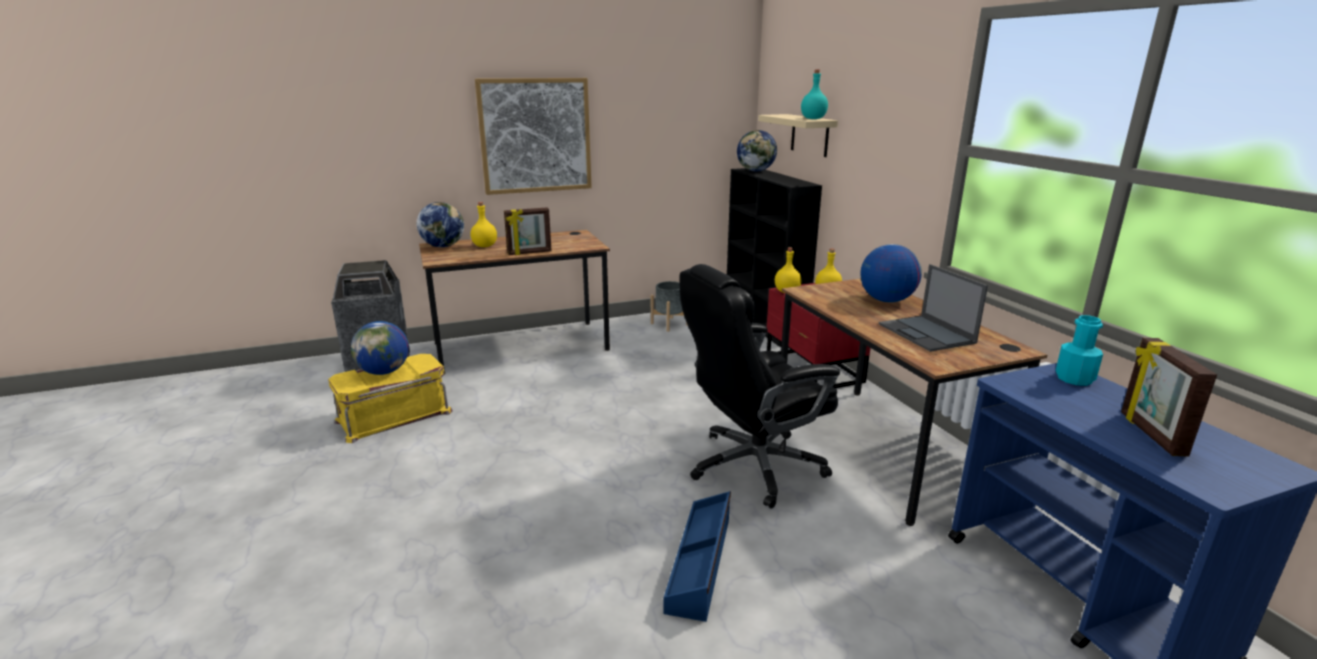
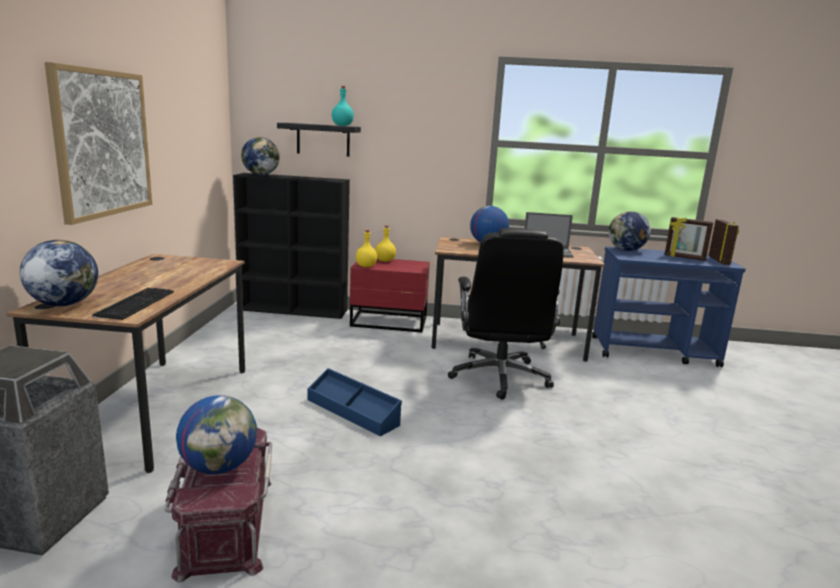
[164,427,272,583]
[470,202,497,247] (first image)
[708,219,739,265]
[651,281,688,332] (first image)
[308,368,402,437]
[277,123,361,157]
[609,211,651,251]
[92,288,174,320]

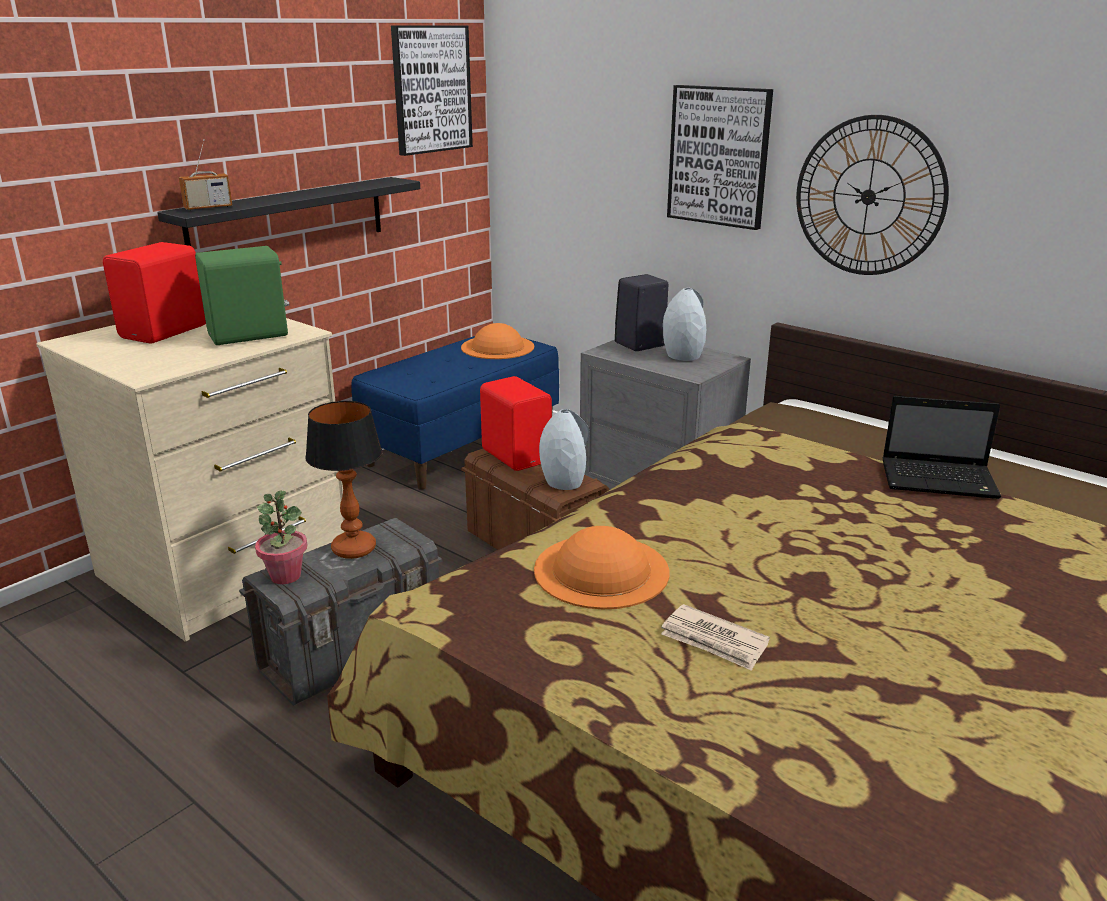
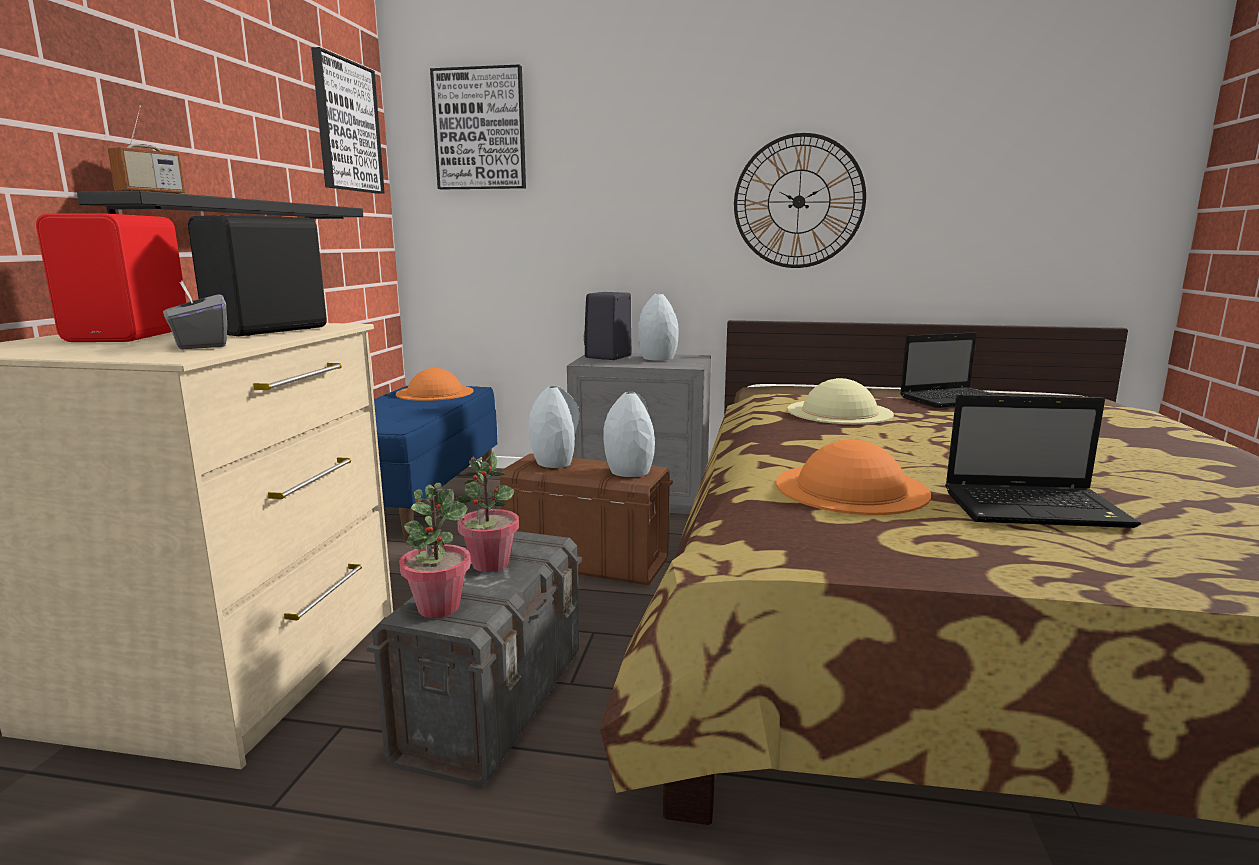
[188,215,327,336]
[456,451,519,572]
[528,386,580,468]
[945,395,1141,528]
[430,64,526,189]
[163,281,227,349]
[787,378,894,424]

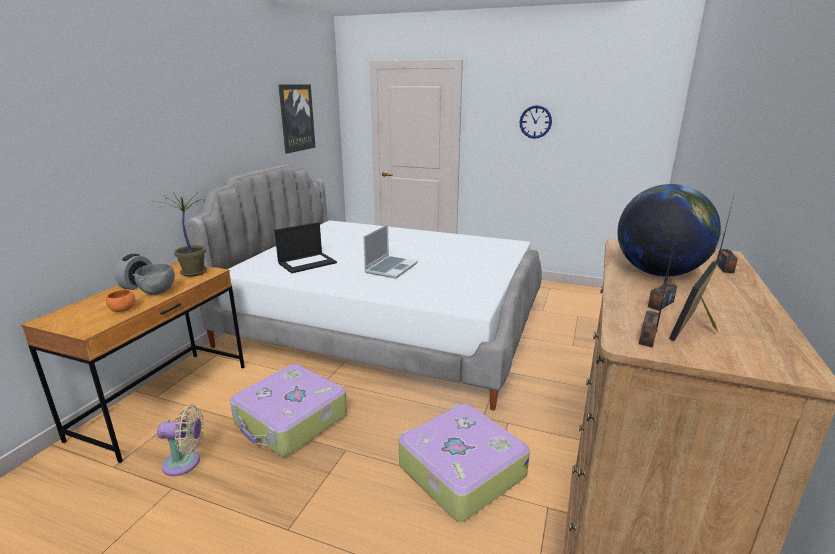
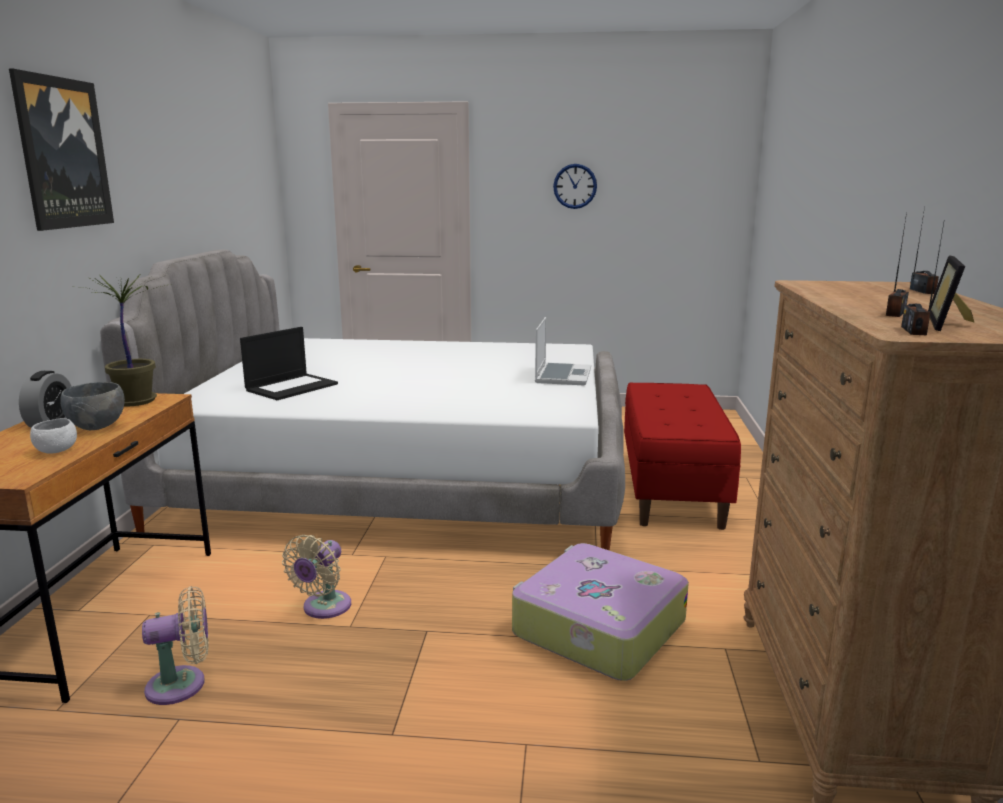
[30,418,77,454]
[282,535,351,619]
[9,69,114,231]
[535,317,591,386]
[617,184,721,277] (first image)
[624,382,741,530]

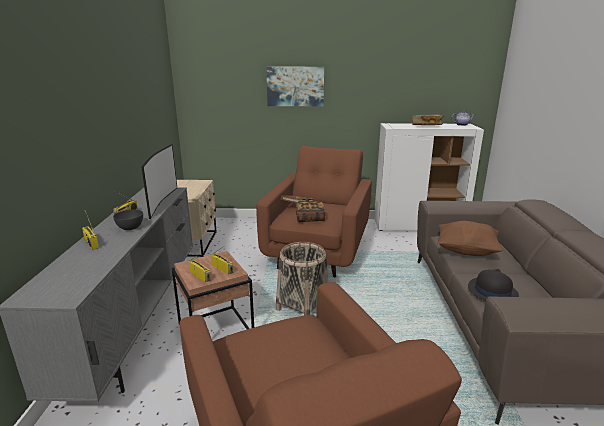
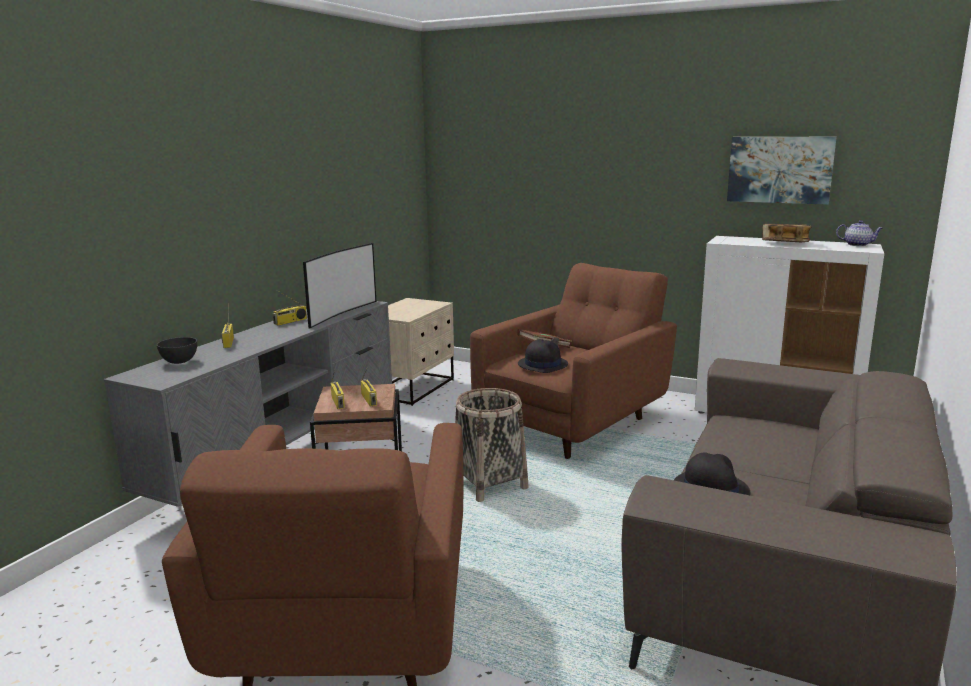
[157,337,197,364]
[727,137,837,205]
[518,339,568,373]
[438,221,503,256] (first image)

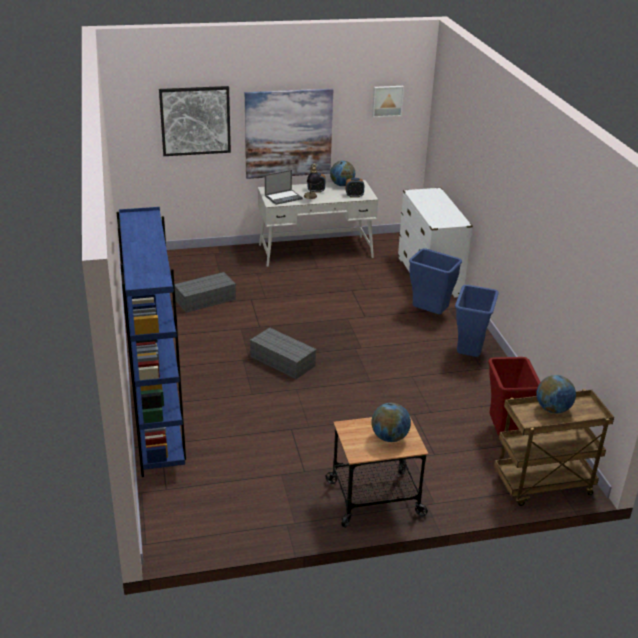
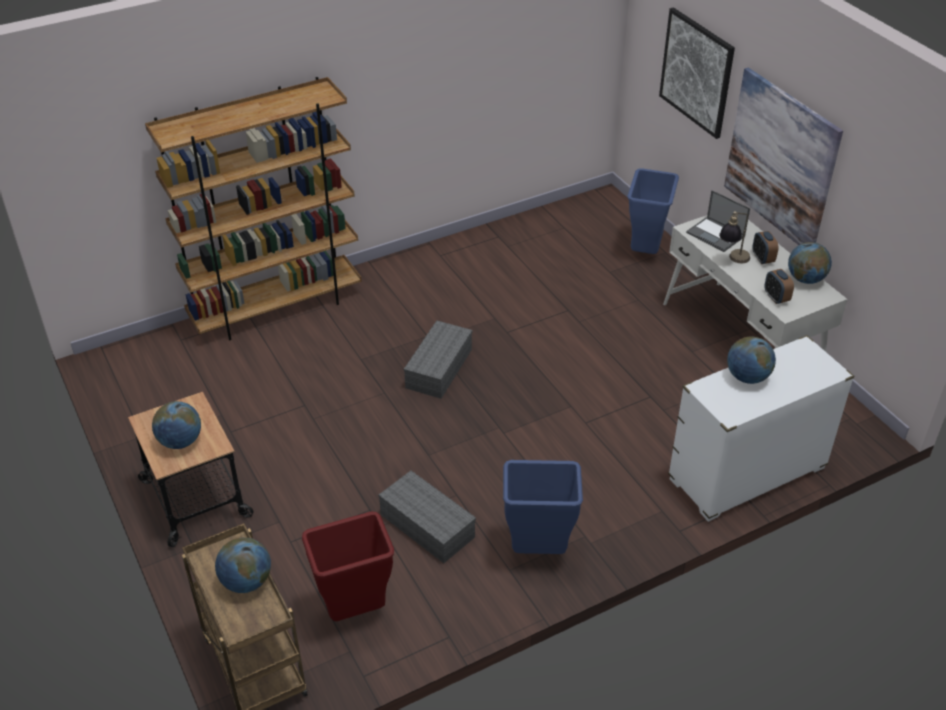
[145,77,362,340]
[378,471,476,563]
[372,86,404,117] (first image)
[627,168,679,254]
[727,336,776,384]

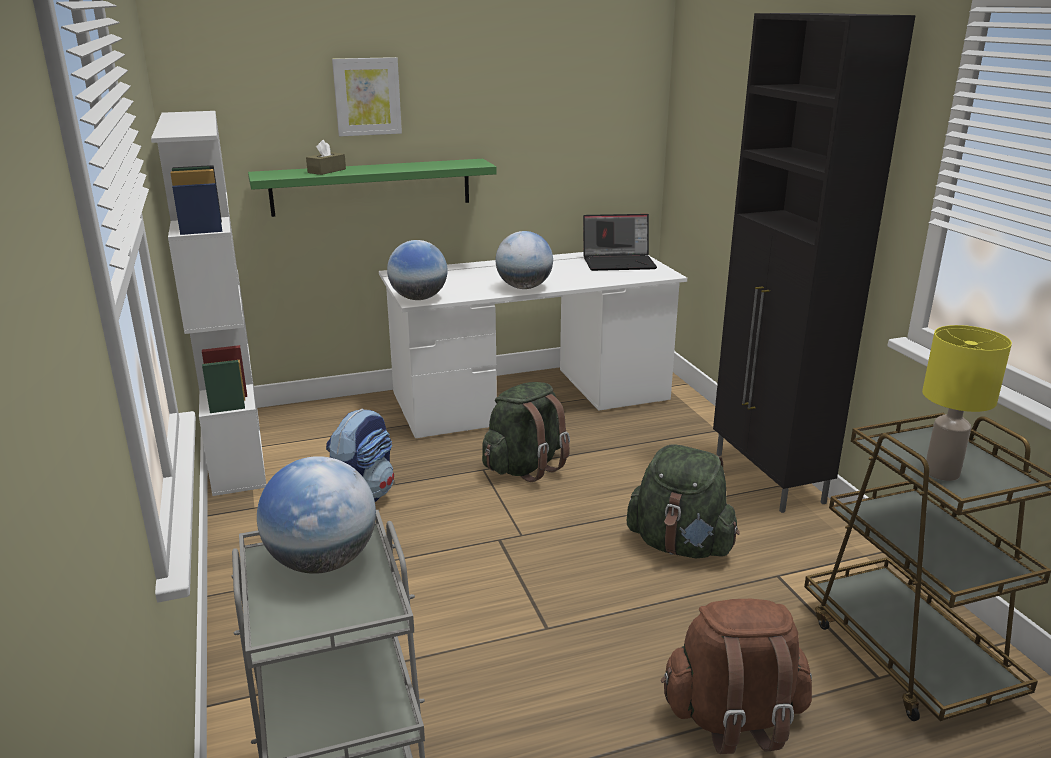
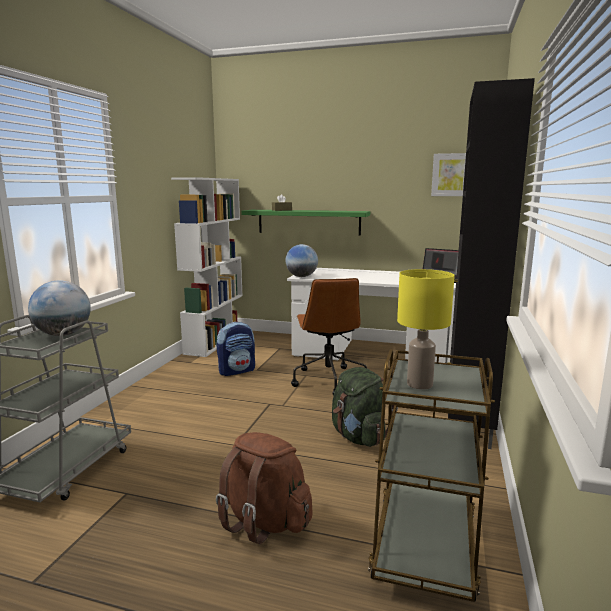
[431,153,466,196]
[291,278,367,396]
[496,231,553,289] (first image)

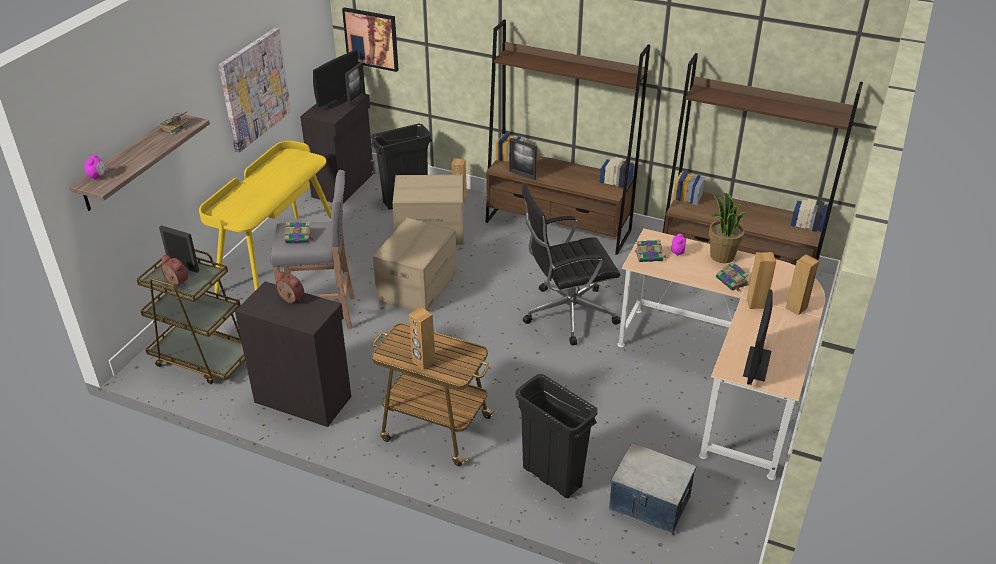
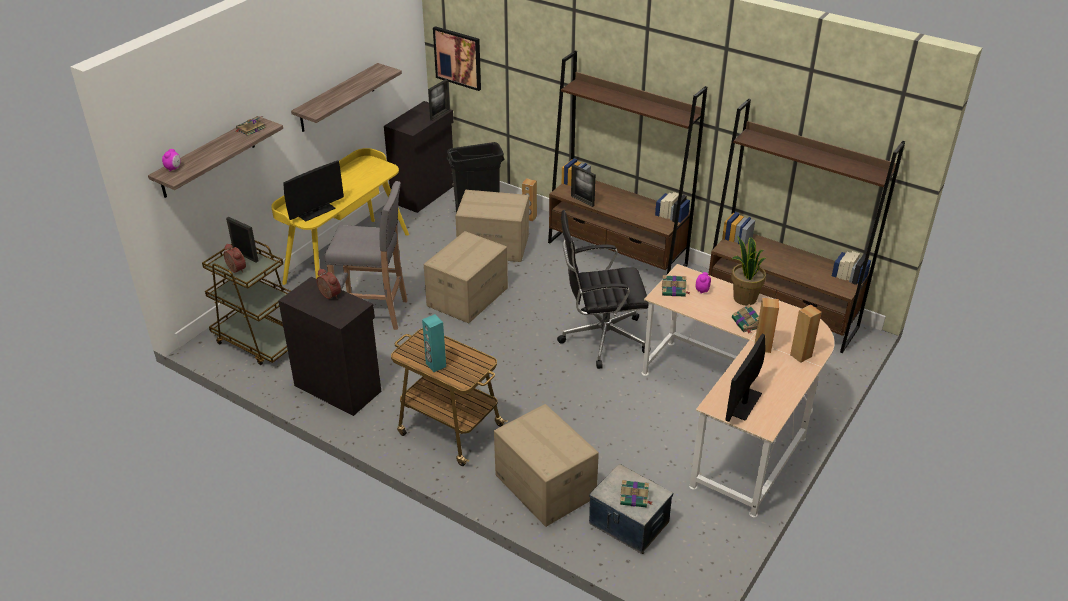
[291,63,402,132]
[620,480,653,508]
[283,160,344,222]
[422,314,446,372]
[494,404,599,527]

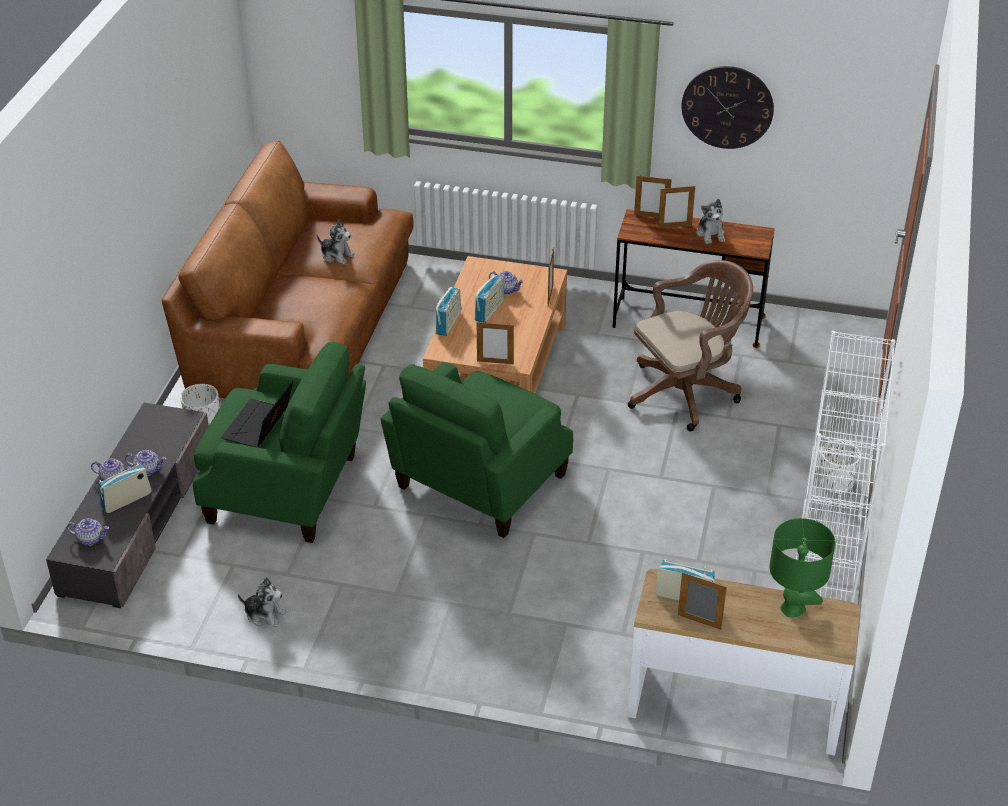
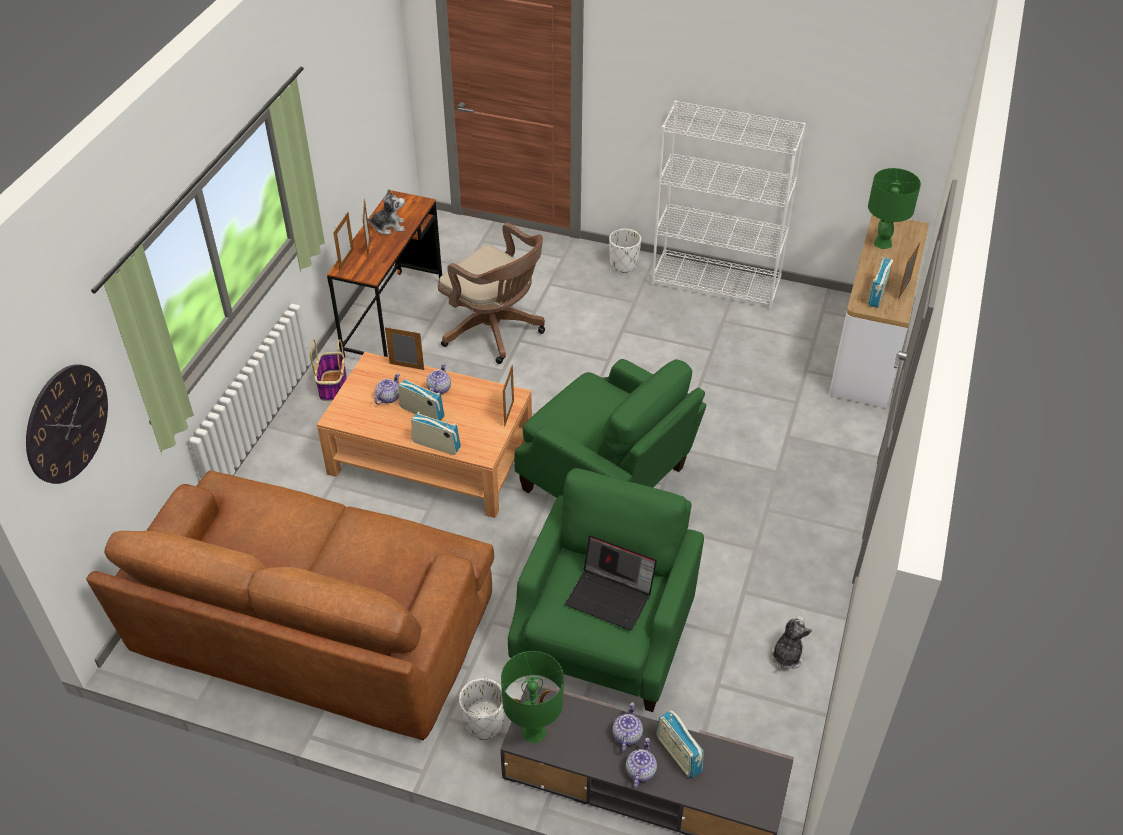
[426,363,451,395]
[317,219,355,265] (first image)
[438,223,545,364]
[26,364,108,484]
[311,339,347,401]
[501,651,564,743]

